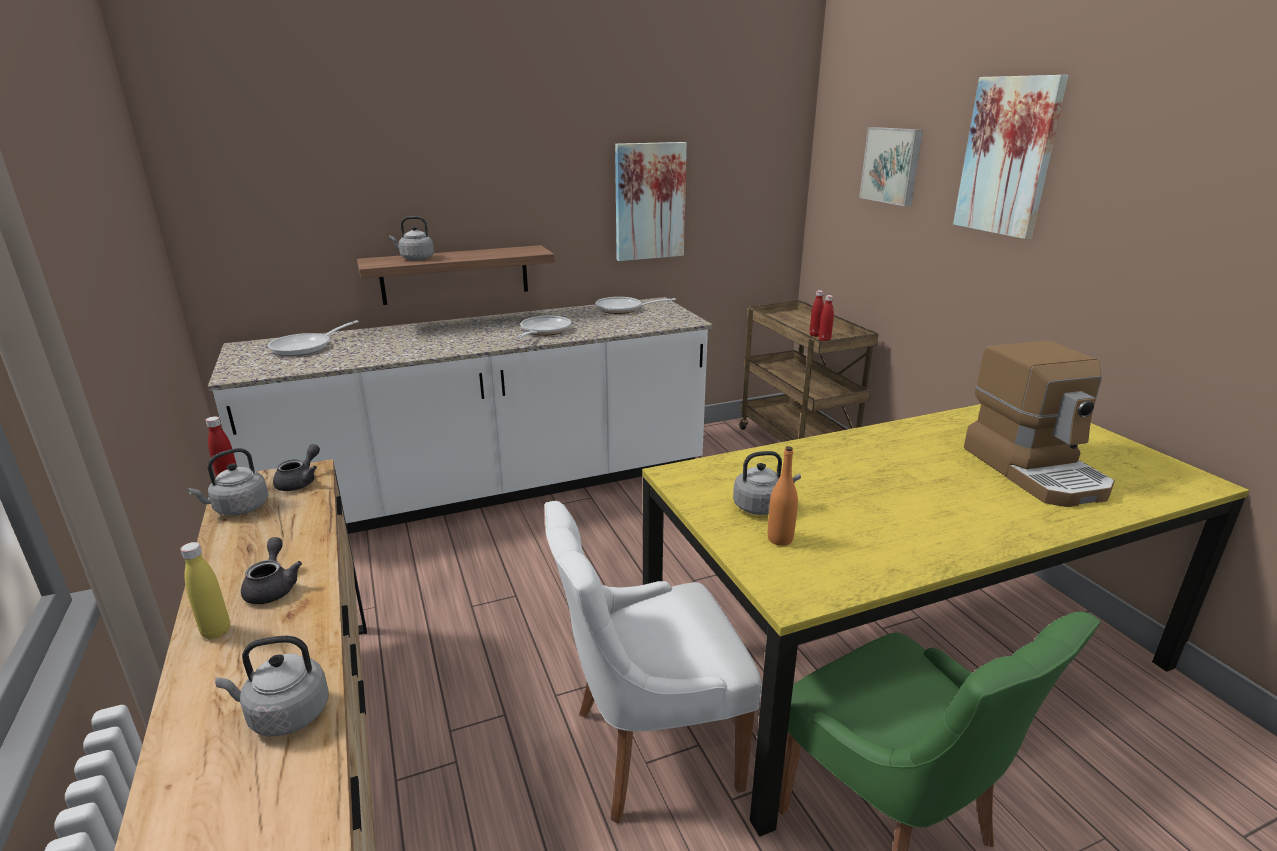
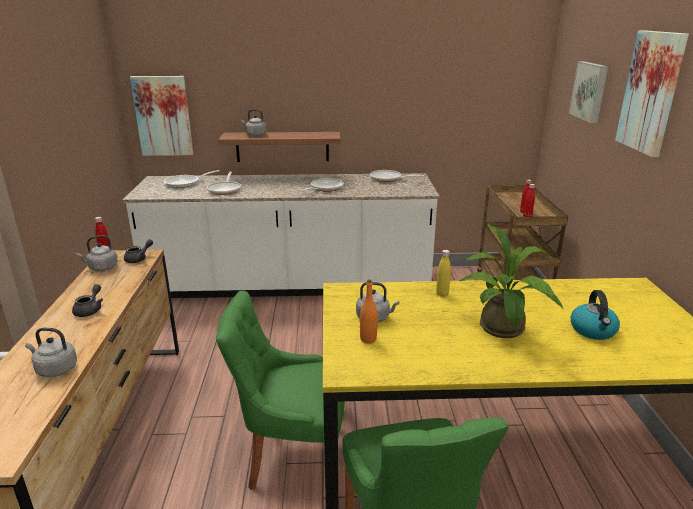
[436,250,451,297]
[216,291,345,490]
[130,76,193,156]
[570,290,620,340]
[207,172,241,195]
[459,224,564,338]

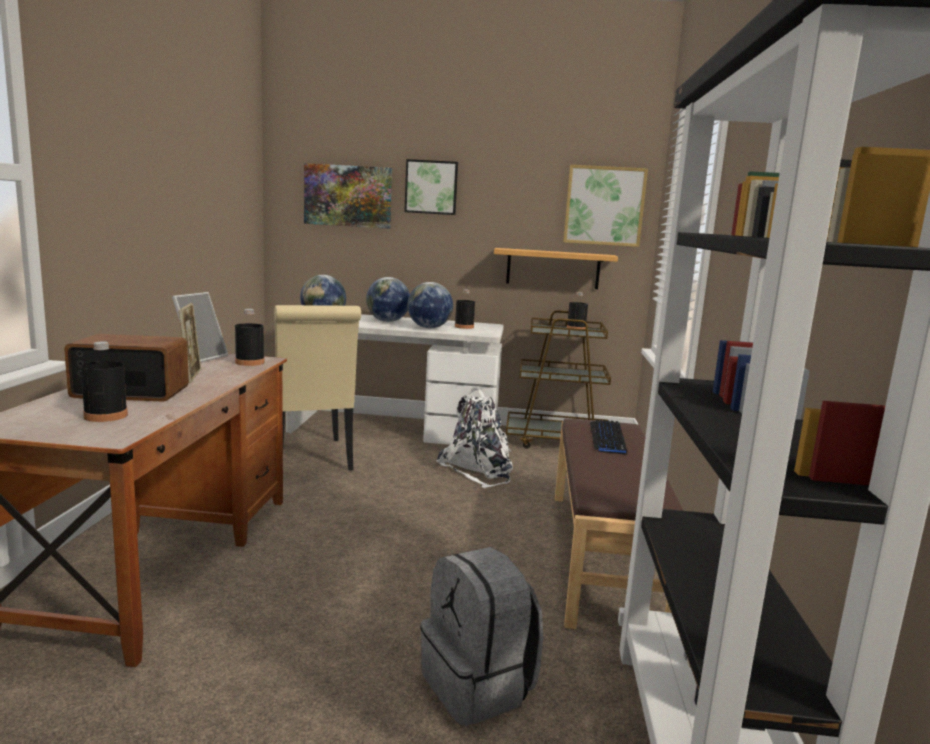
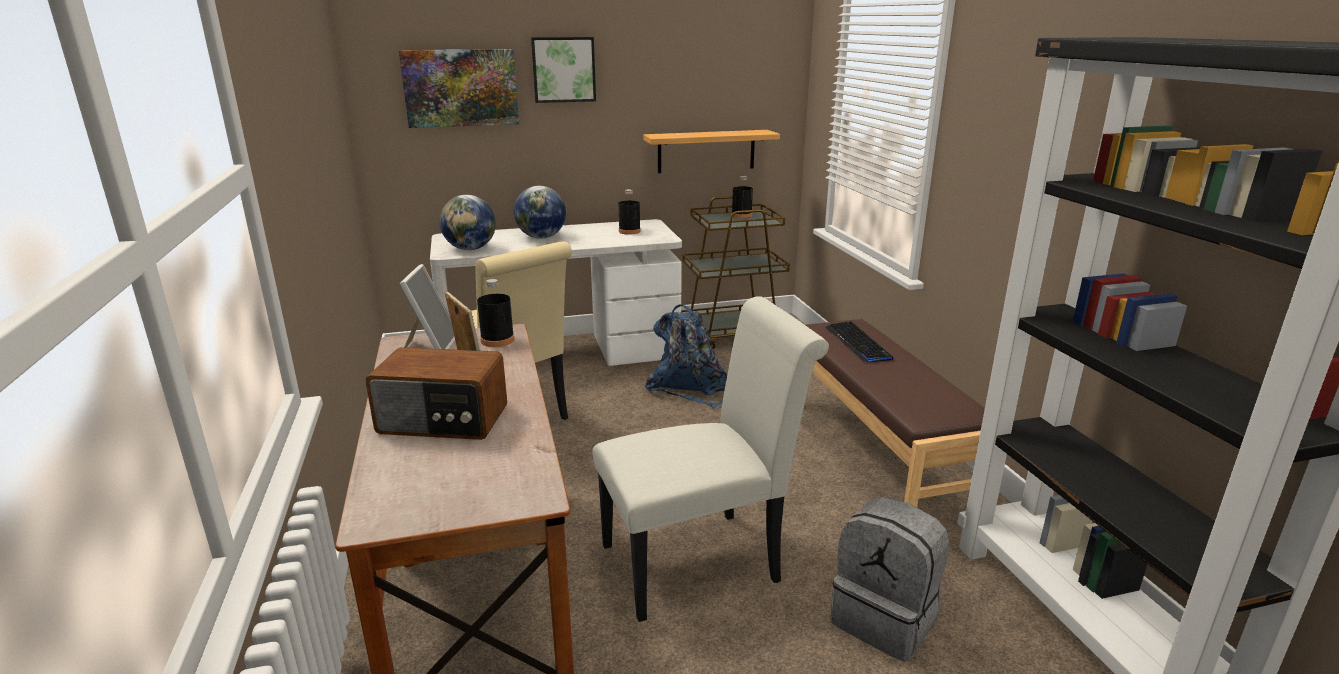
[365,347,507,440]
[81,342,128,422] (first image)
[407,282,453,328] (first image)
[644,304,727,408]
[563,165,648,247] (first image)
[592,296,829,622]

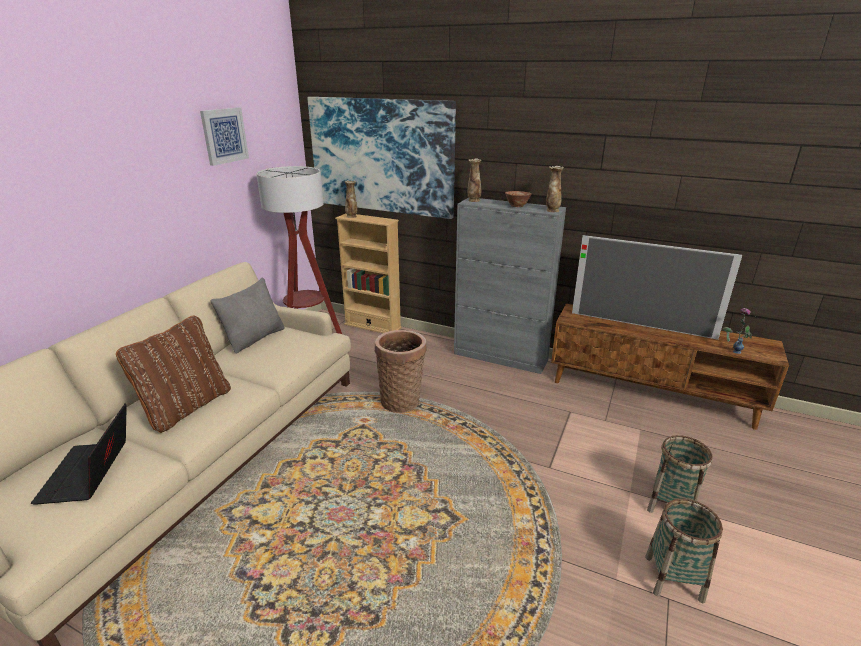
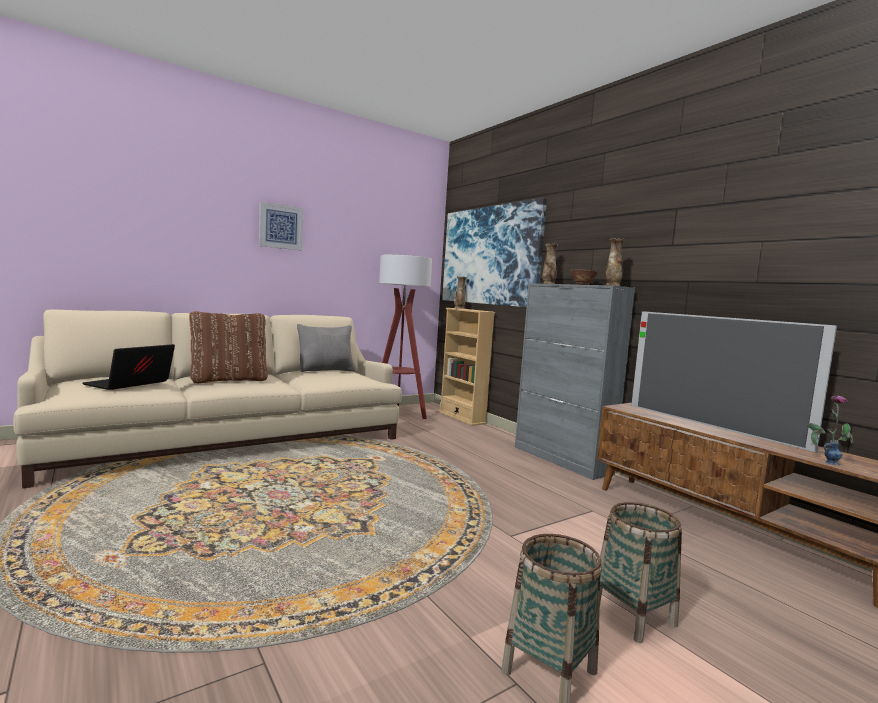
[259,202,303,250]
[375,330,427,413] (first image)

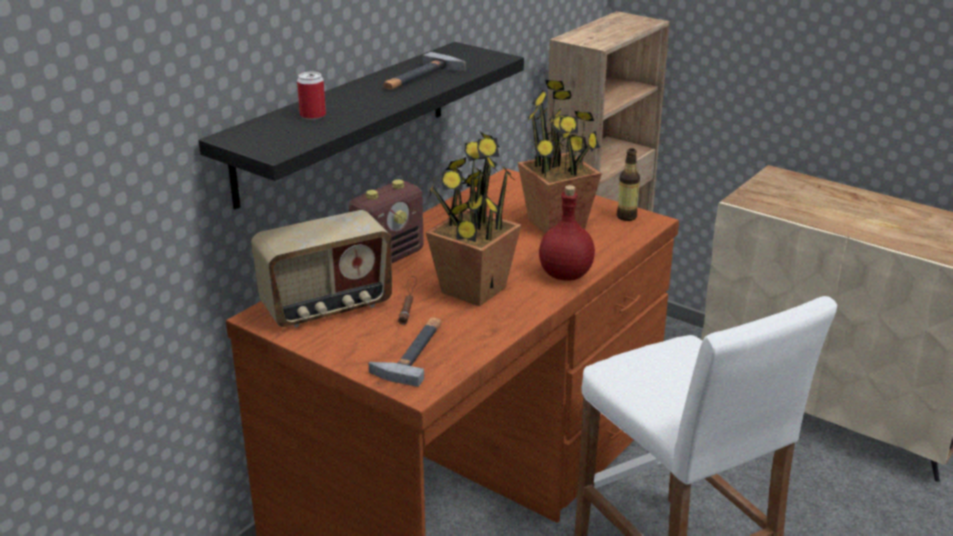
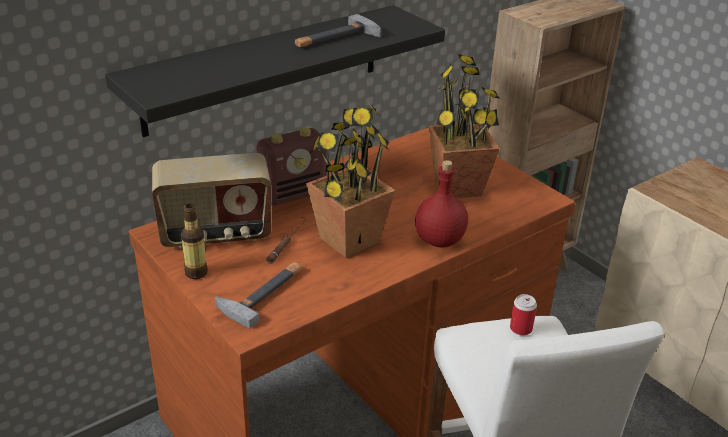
[510,294,537,335]
[181,204,208,279]

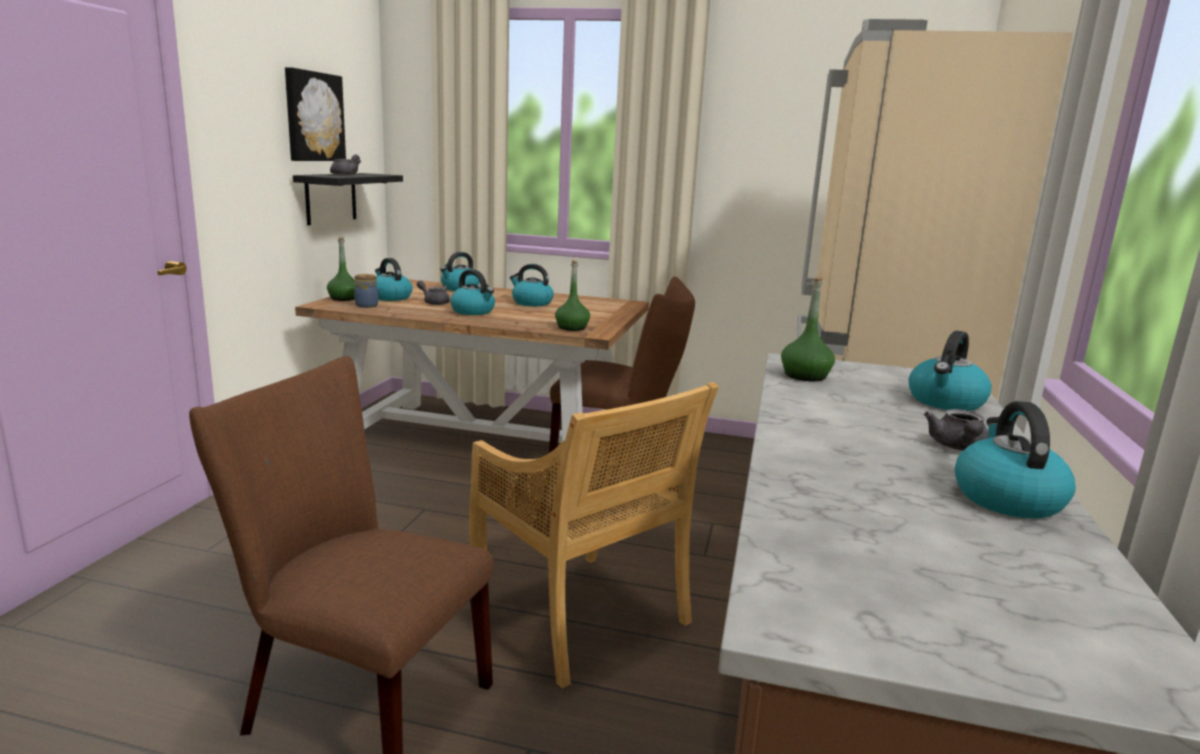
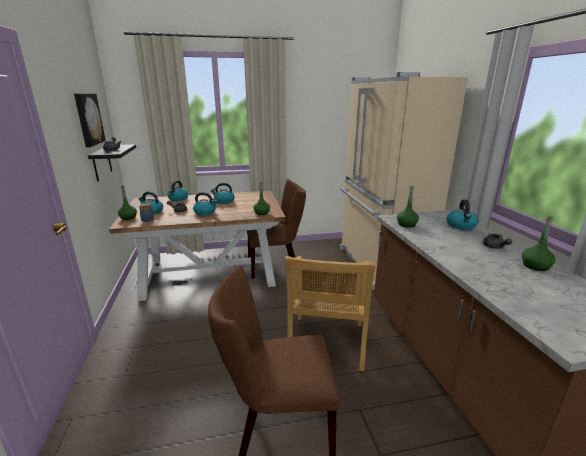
[285,256,375,371]
[522,216,556,271]

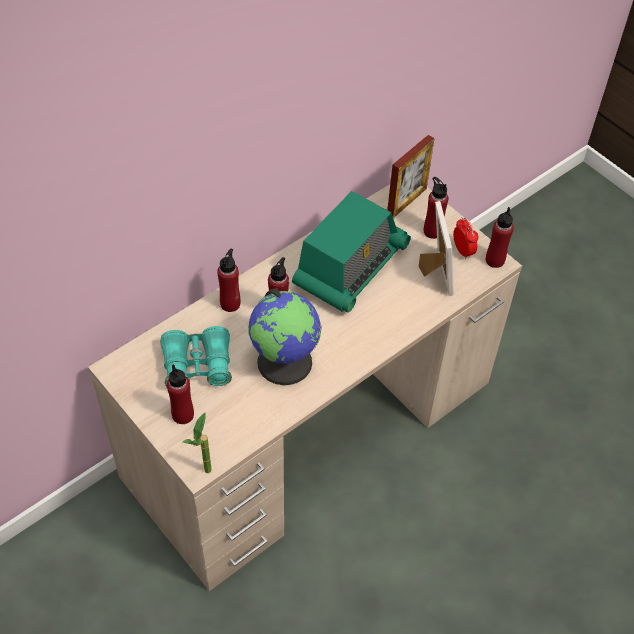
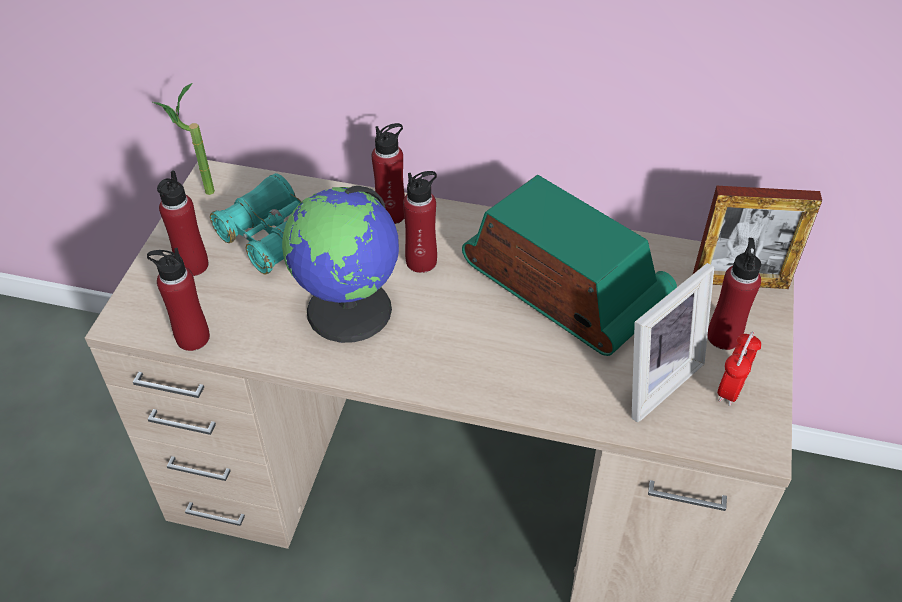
[153,83,215,195]
[462,175,677,356]
[147,248,210,351]

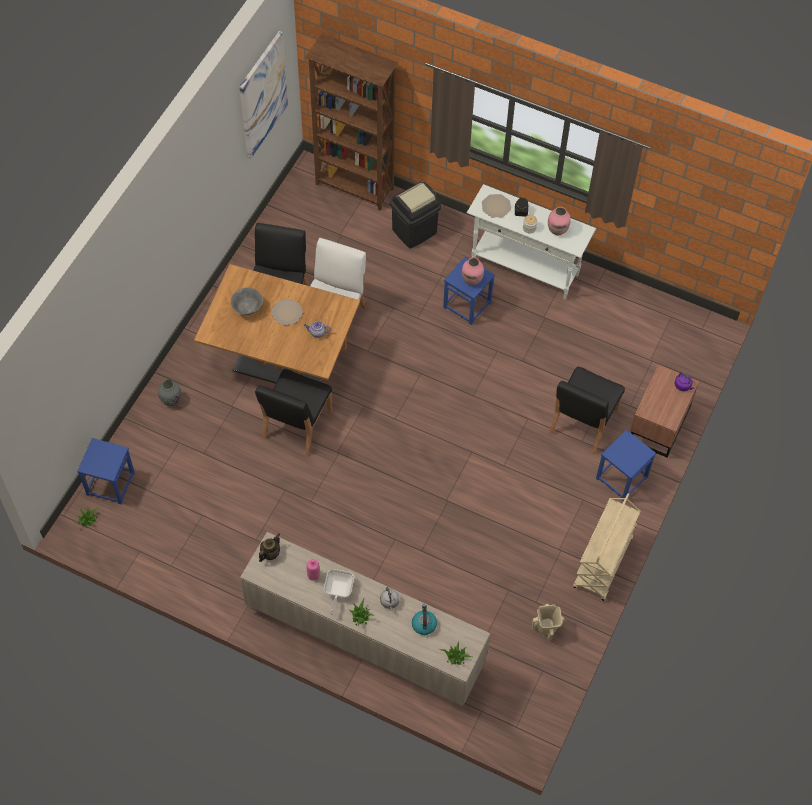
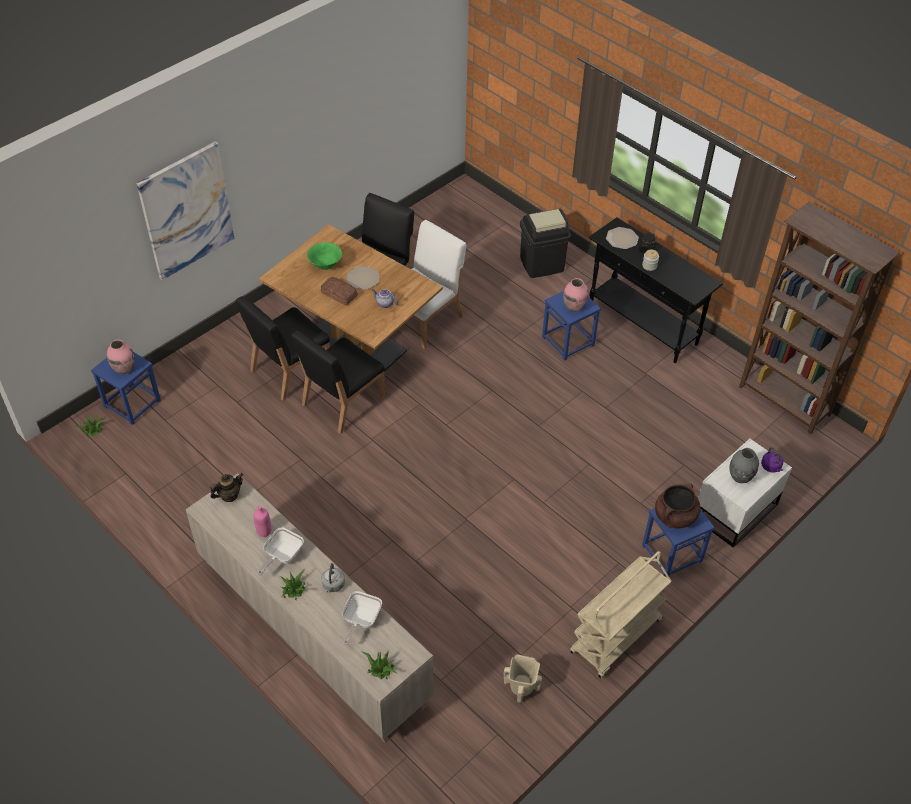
[730,448,759,483]
[307,242,342,270]
[136,141,234,280]
[739,201,900,435]
[342,591,382,645]
[589,217,723,363]
[107,339,135,374]
[236,296,330,401]
[698,439,792,548]
[321,277,358,306]
[655,483,701,528]

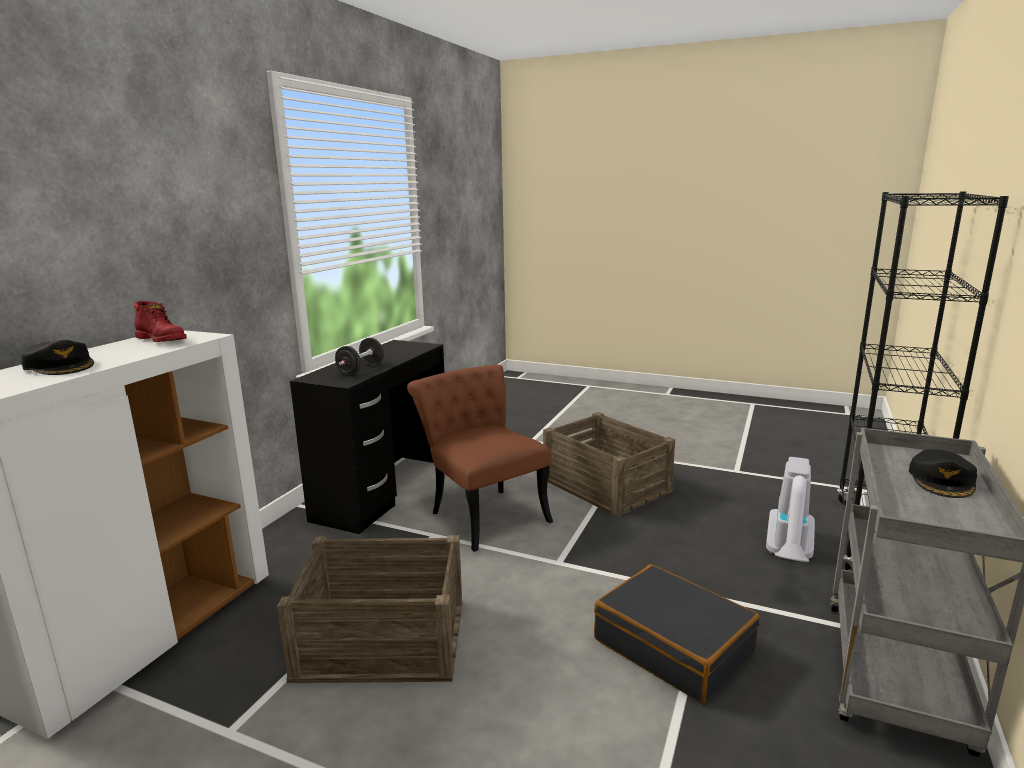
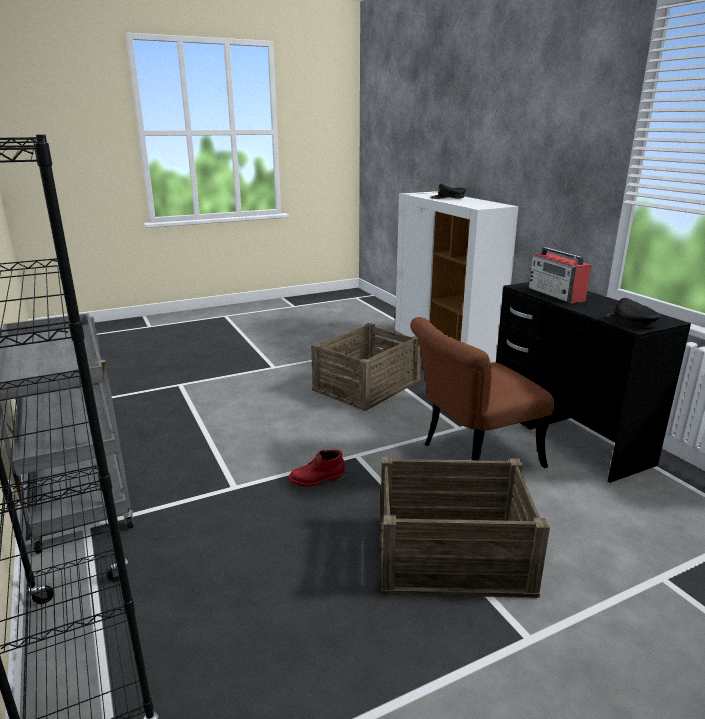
[289,450,345,487]
[528,247,591,304]
[410,317,554,468]
[594,564,760,703] (first image)
[766,457,815,562] (first image)
[605,298,661,328]

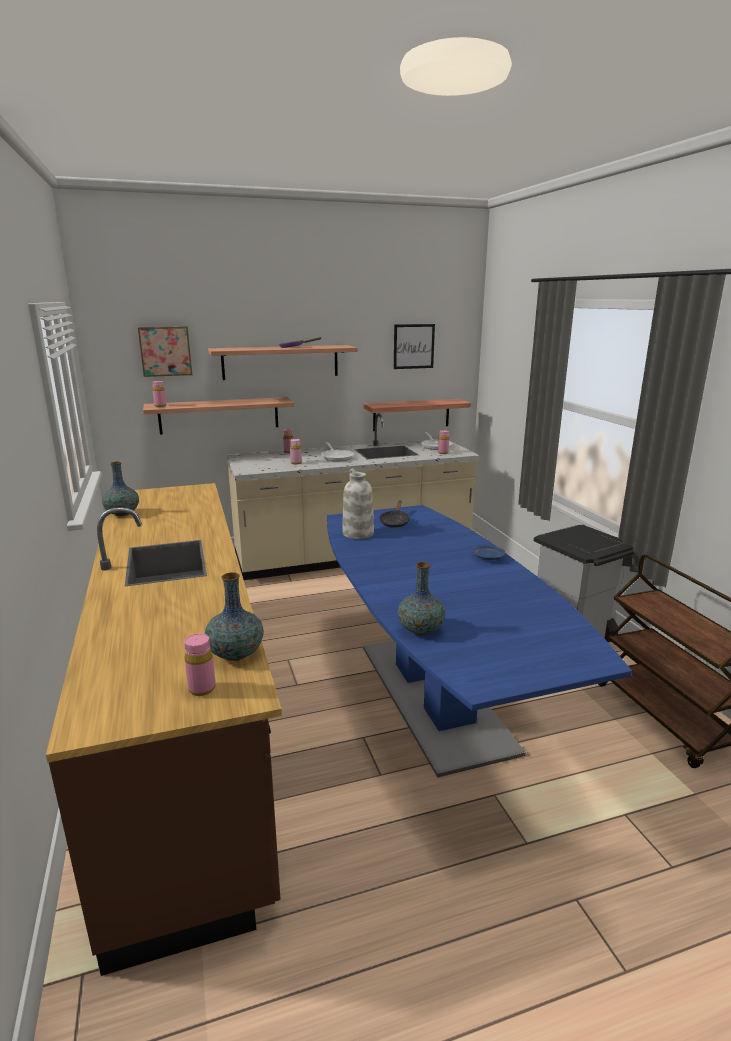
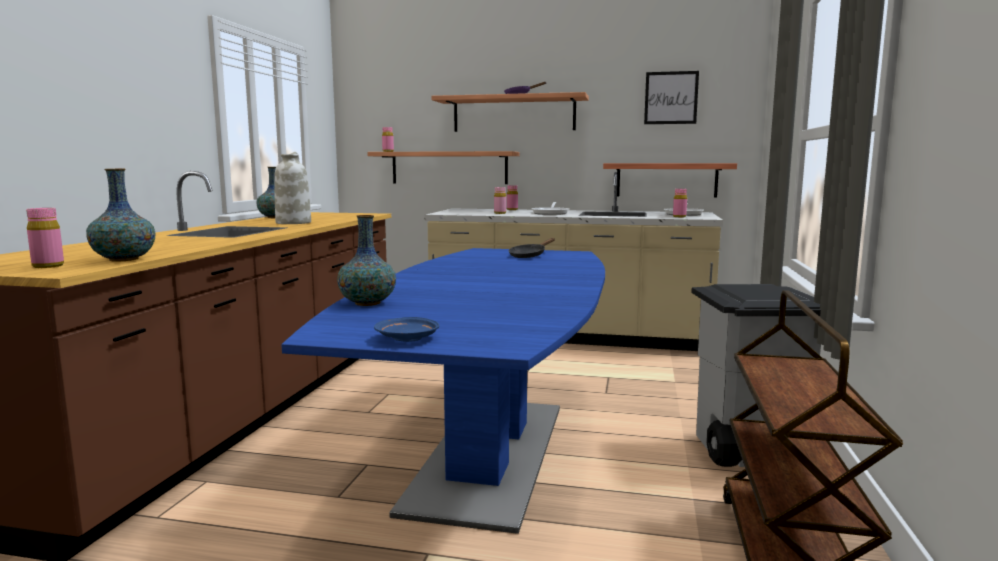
[138,326,192,377] (first image)
[275,152,311,224]
[374,317,439,342]

